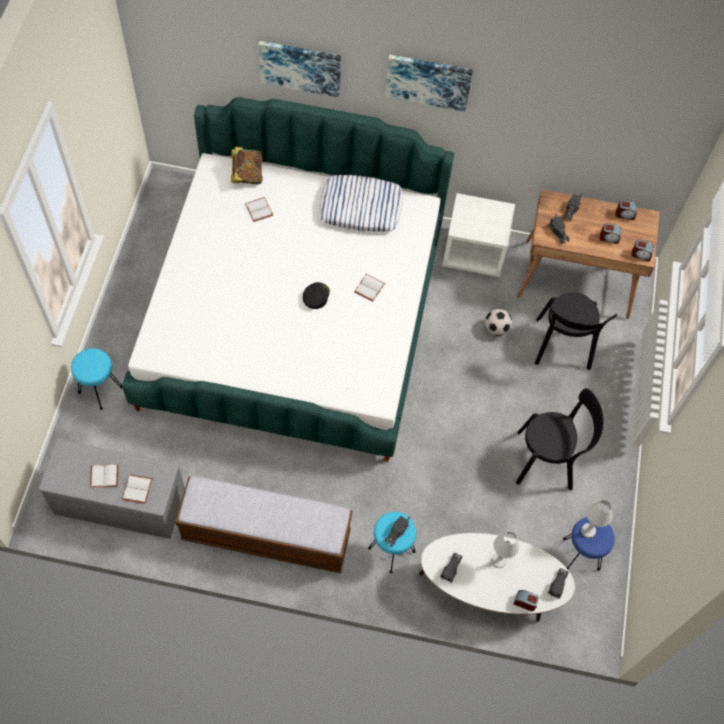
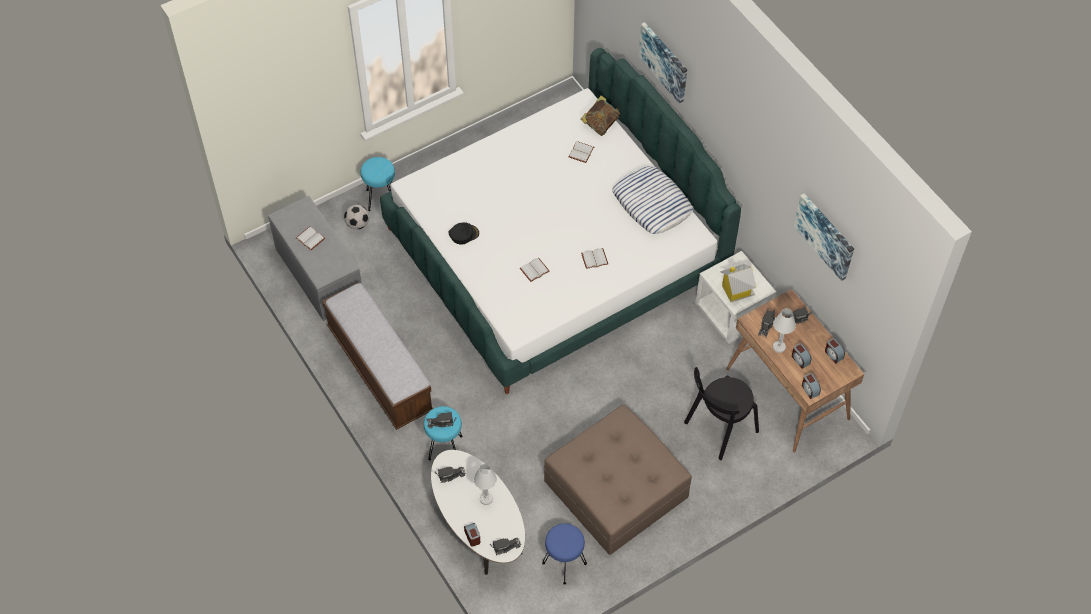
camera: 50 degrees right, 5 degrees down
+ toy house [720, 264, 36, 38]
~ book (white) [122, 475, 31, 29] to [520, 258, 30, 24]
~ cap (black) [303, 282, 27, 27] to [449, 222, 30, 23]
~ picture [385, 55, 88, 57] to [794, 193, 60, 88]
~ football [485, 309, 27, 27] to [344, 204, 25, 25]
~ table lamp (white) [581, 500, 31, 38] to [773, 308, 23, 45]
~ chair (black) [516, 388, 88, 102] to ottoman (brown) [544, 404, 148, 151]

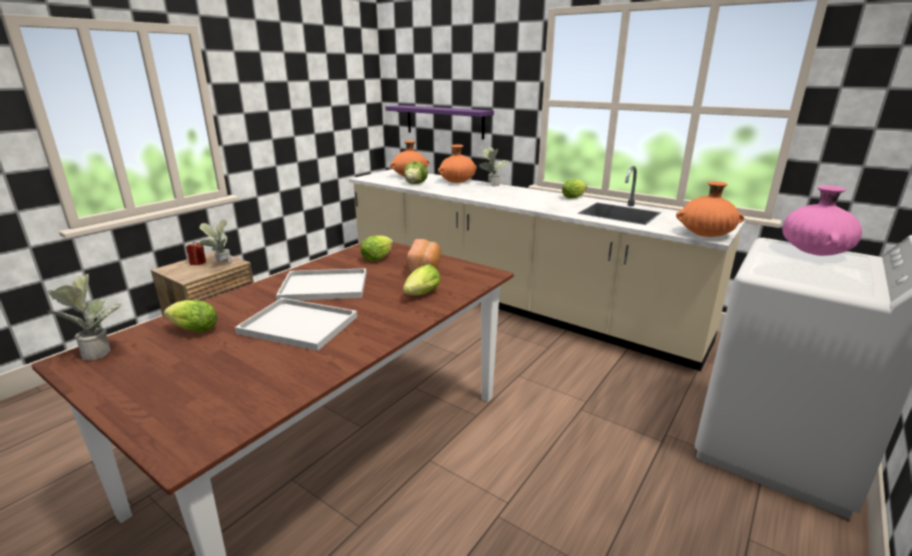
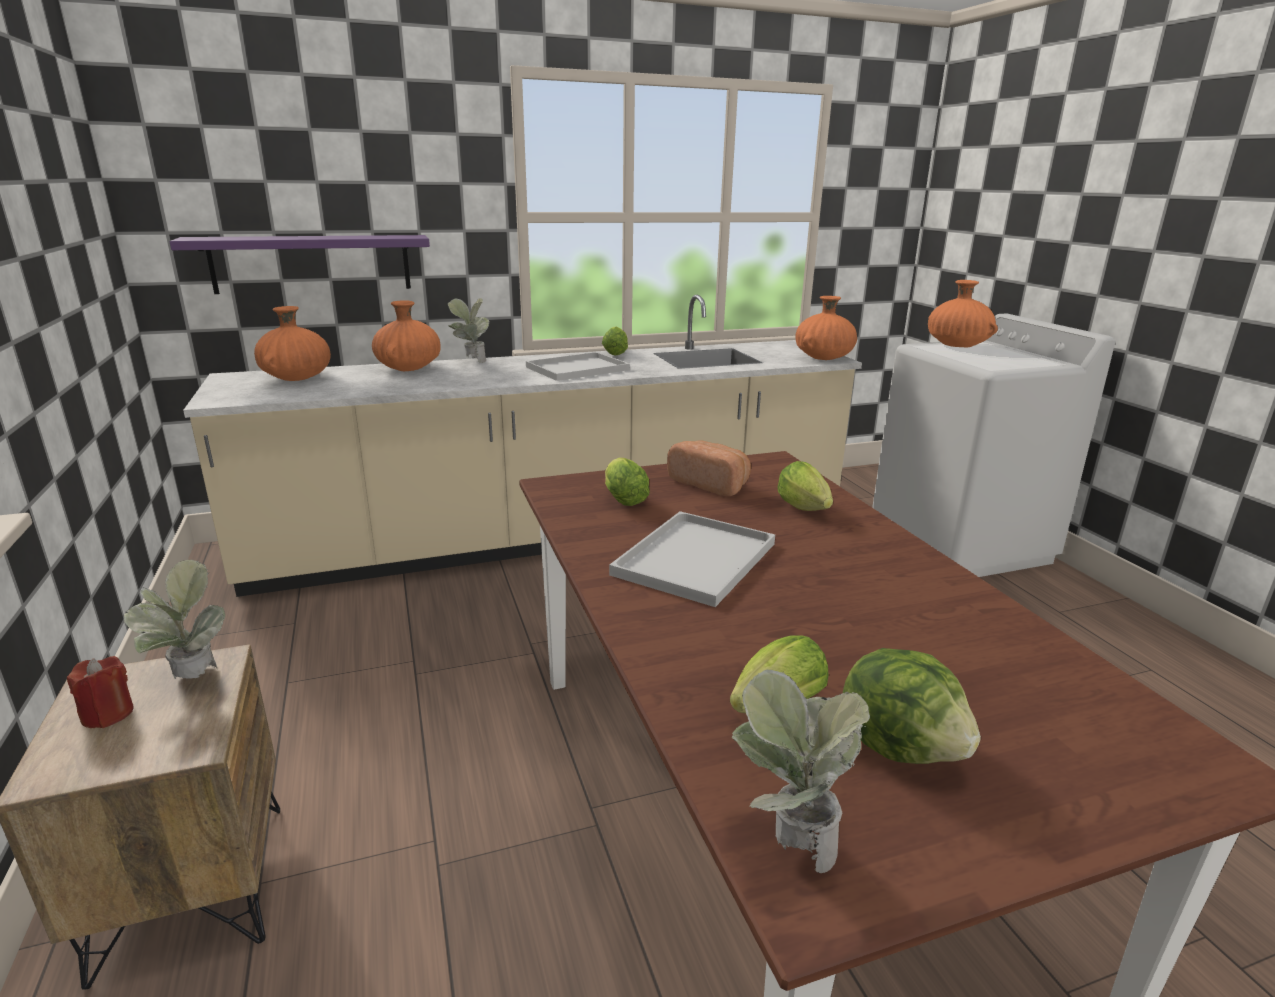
camera: 55 degrees left, 0 degrees up
~ tray (white) [235, 298, 122, 53] to [526, 352, 104, 29]
~ lettuce [404, 161, 24, 23] to [843, 648, 138, 116]
~ vase (pink) [782, 185, 80, 71] to vase (orange) [928, 280, 70, 67]

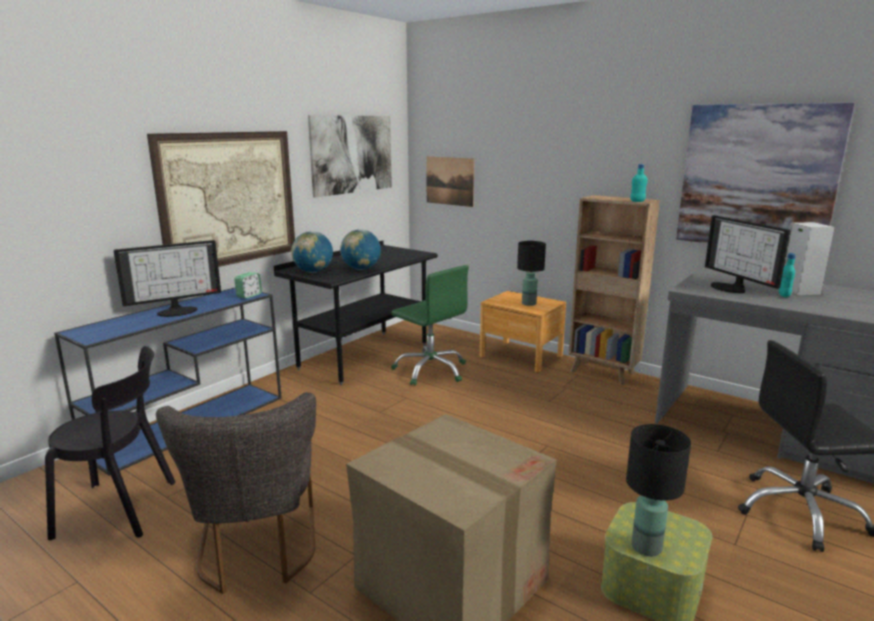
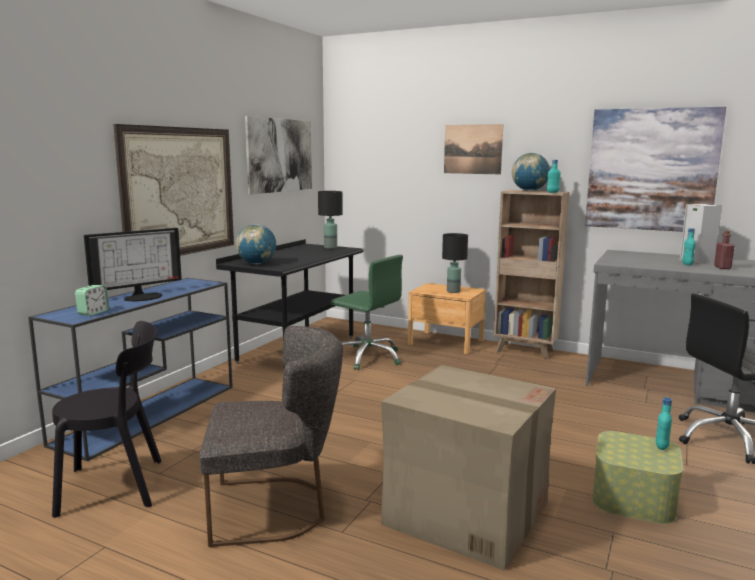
camera: 10 degrees left, 5 degrees down
- monitor [705, 215, 86, 78]
+ bottle (turquoise) [656, 398, 16, 52]
+ bottle (red) [714, 231, 21, 38]
~ alarm clock [234, 272, 28, 27] to [75, 285, 34, 31]
~ globe [340, 229, 41, 41] to [512, 153, 38, 38]
~ picture [426, 156, 49, 51] to [444, 124, 59, 51]
~ table lamp (black) [626, 424, 65, 133] to [318, 191, 25, 58]
~ chair (grey) [156, 392, 160, 202] = [199, 326, 144, 221] 75 degrees counterclockwise

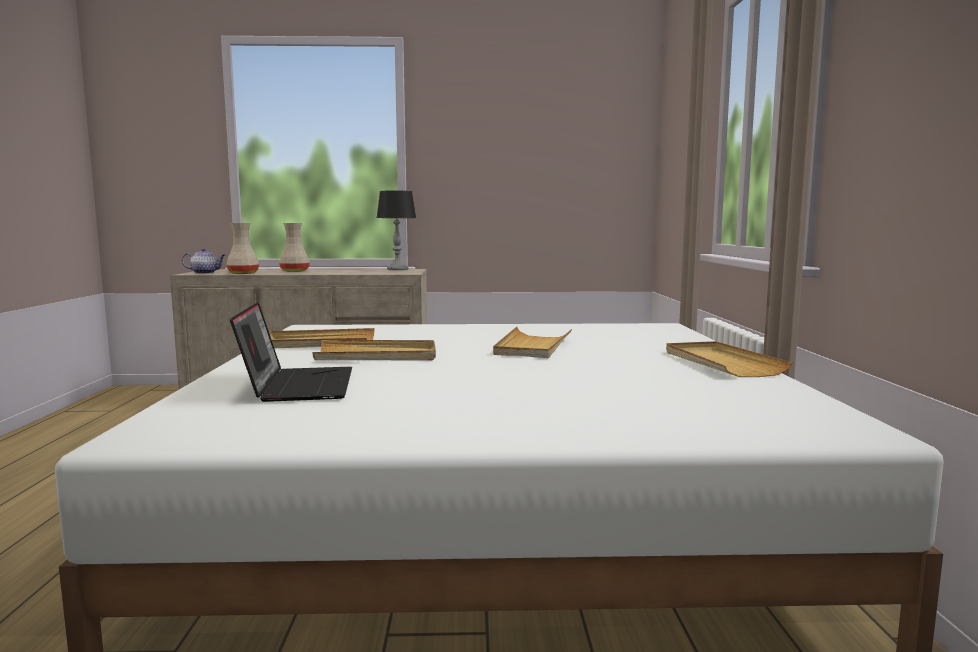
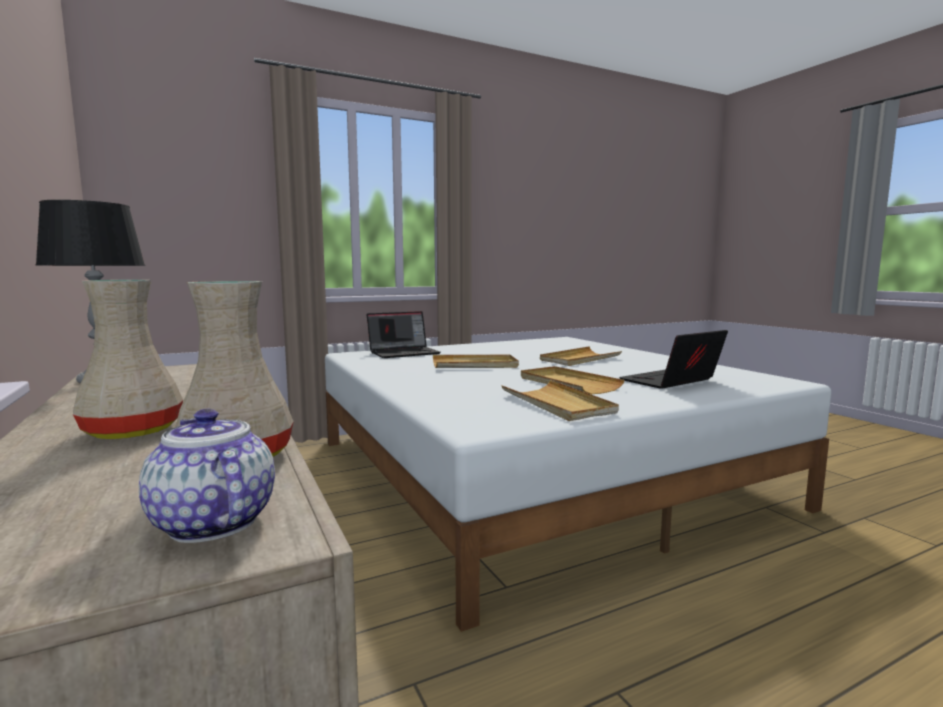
camera: 115 degrees left, 0 degrees up
+ laptop [366, 311, 75, 47]
~ tray (beige) [666, 341, 126, 36] to [540, 346, 82, 20]

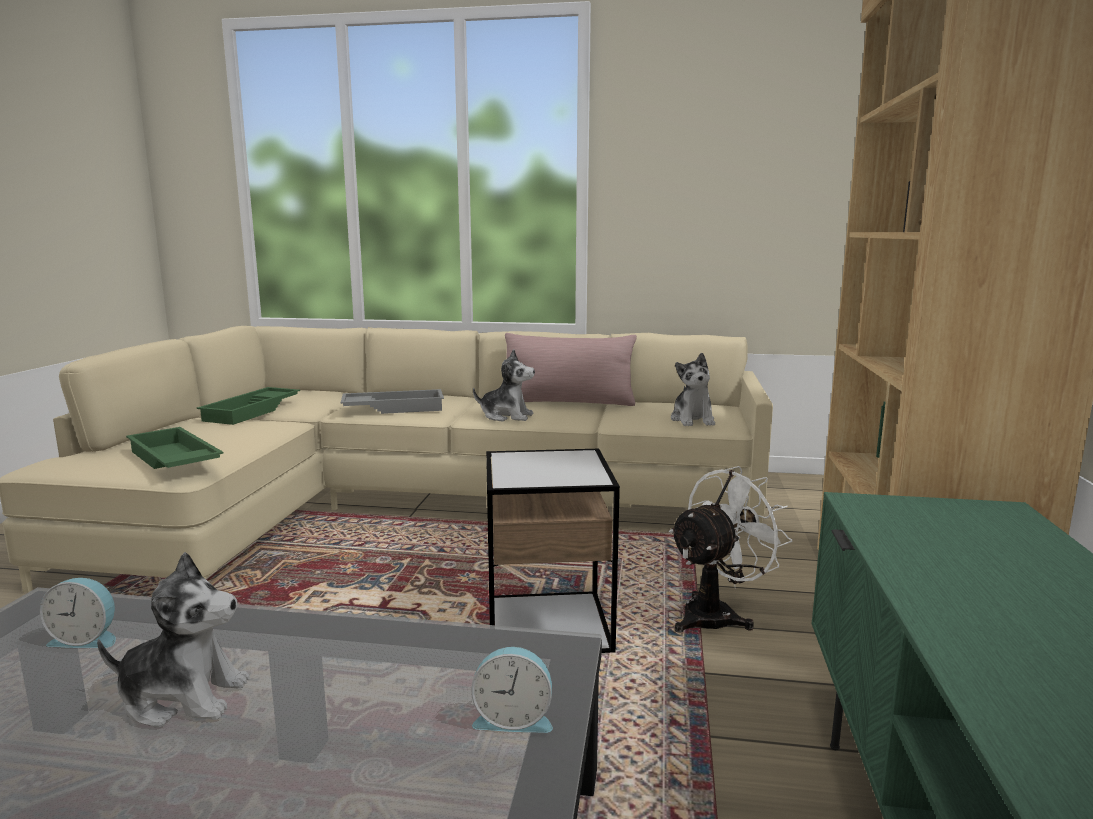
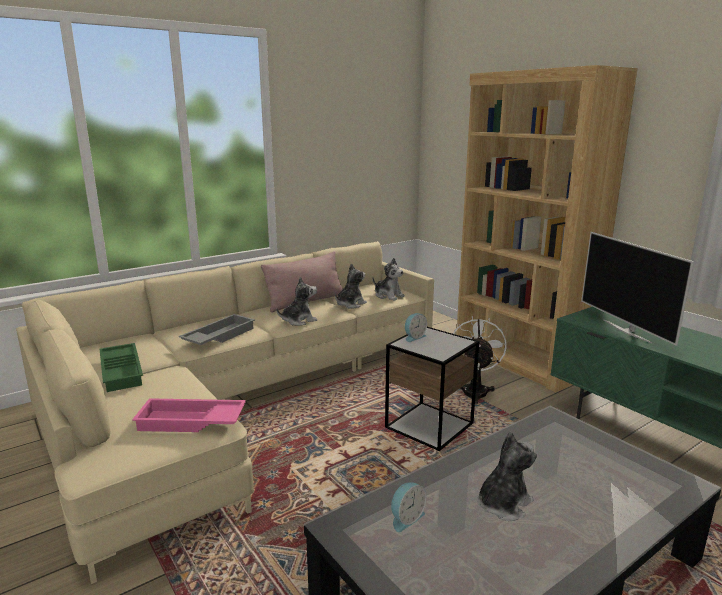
camera: 45 degrees left, 5 degrees up
+ plush toy [335, 263, 32, 46]
+ television [581, 232, 113, 114]
~ alarm clock [471, 647, 82, 86] to [405, 313, 22, 29]
~ tray (green) [126, 427, 98, 42] to tray (pink) [132, 398, 114, 34]

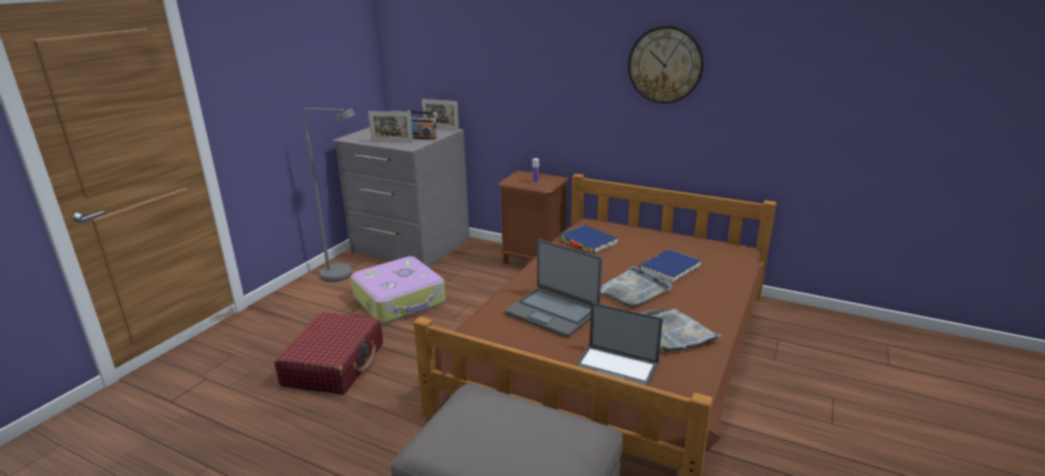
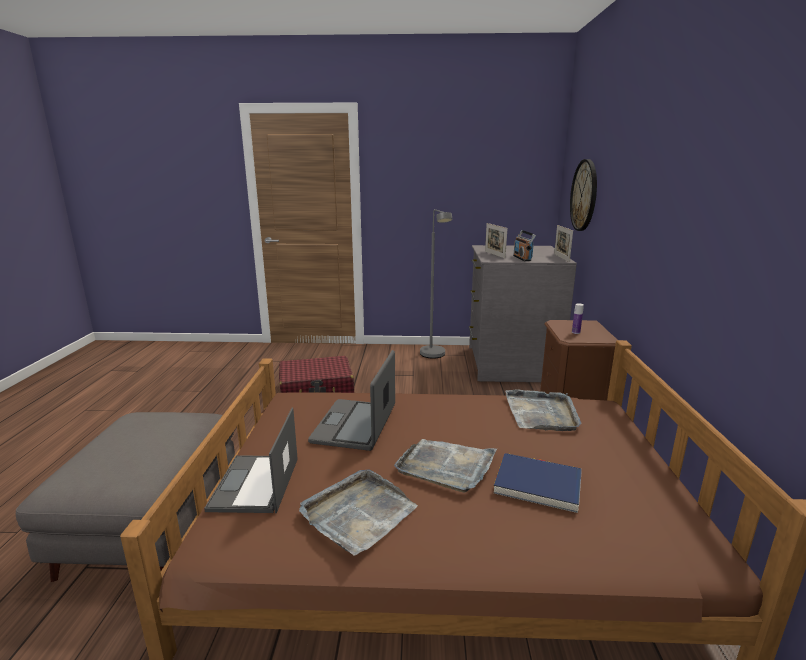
camera: 65 degrees right, 5 degrees down
- suitcase [351, 256, 95, 67]
~ wall clock [628, 26, 76, 78] to [570, 159, 27, 72]
~ book (blue) [559, 225, 59, 29] to tray (grey) [505, 389, 76, 42]

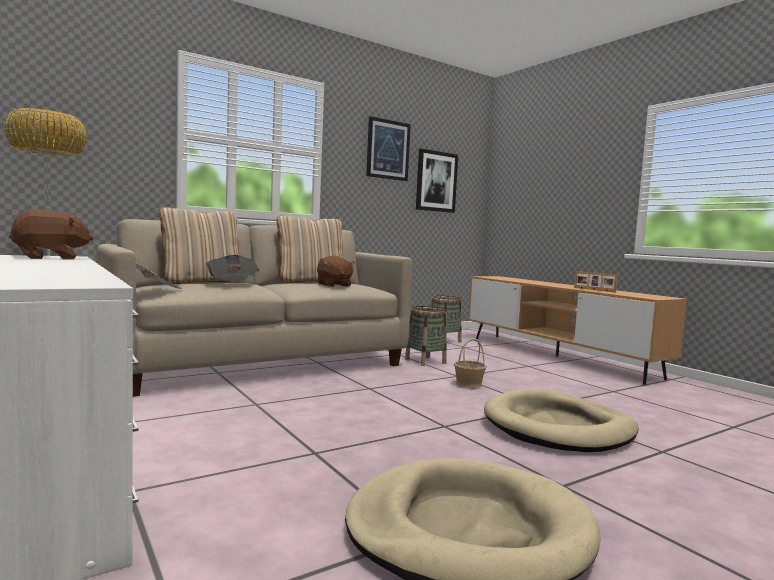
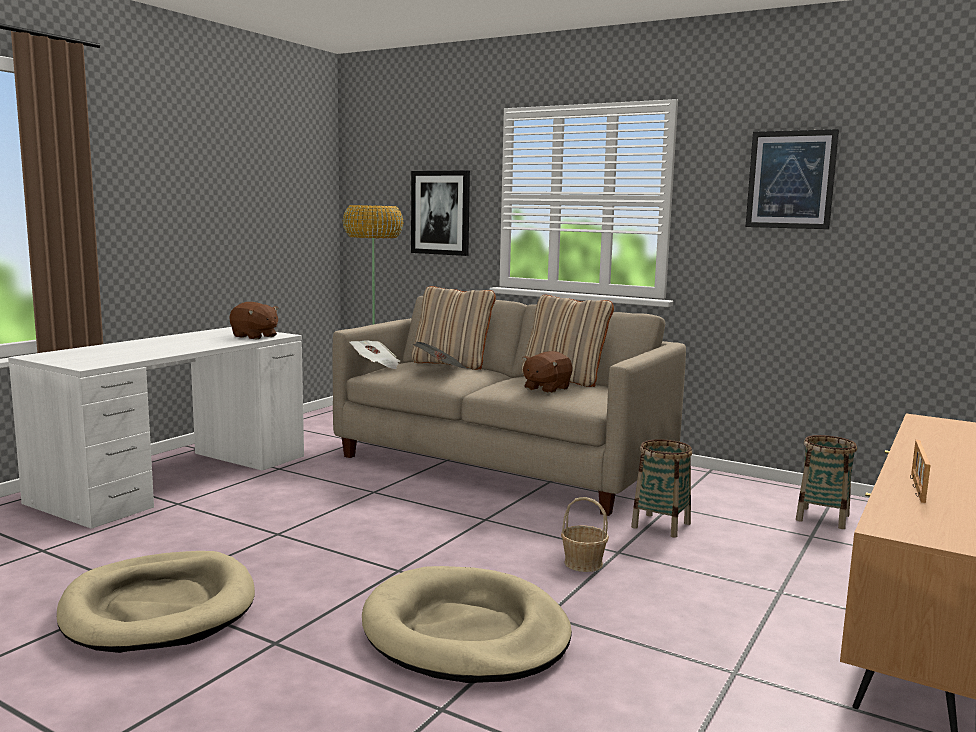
camera: 65 degrees right, 5 degrees up
~ picture [416, 149, 42, 64] to [411, 171, 59, 85]

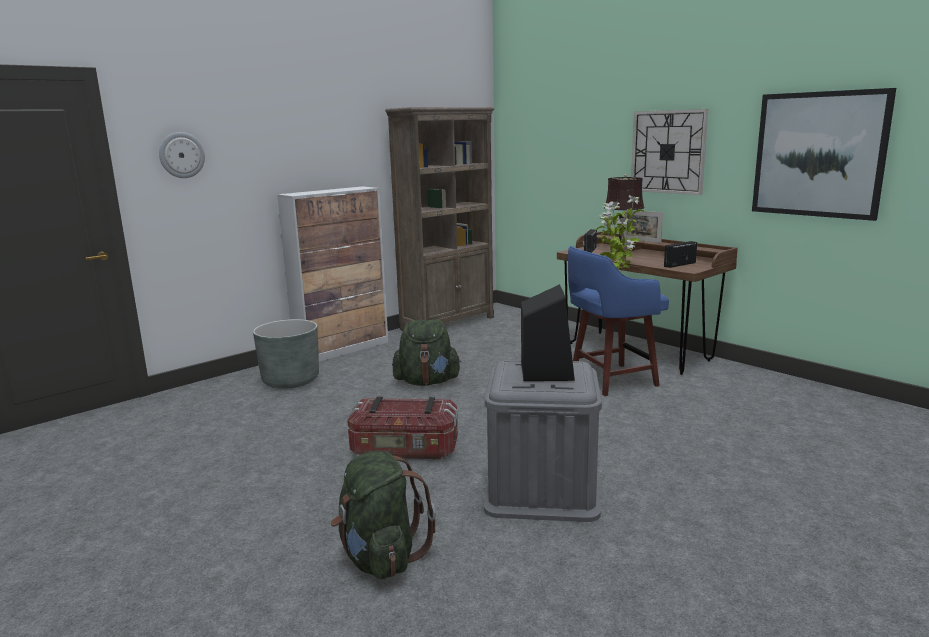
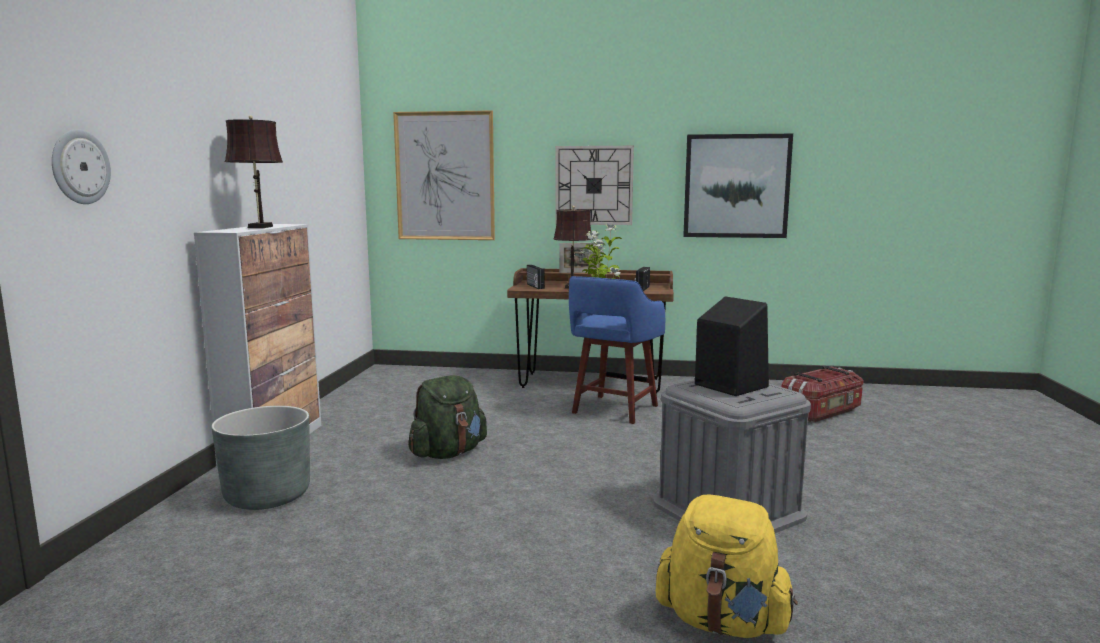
camera: 40 degrees left, 5 degrees down
- bookcase (brown) [385, 107, 109, 224]
+ table lamp (brown) [225, 115, 58, 113]
+ picture [393, 110, 102, 130]
~ storage box [347, 397, 111, 62] to [782, 366, 82, 56]
~ backpack (green) [331, 450, 105, 130] to backpack (yellow) [656, 494, 142, 144]

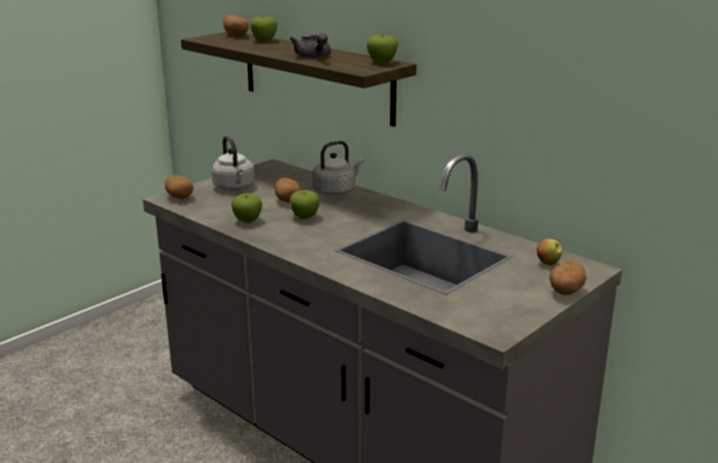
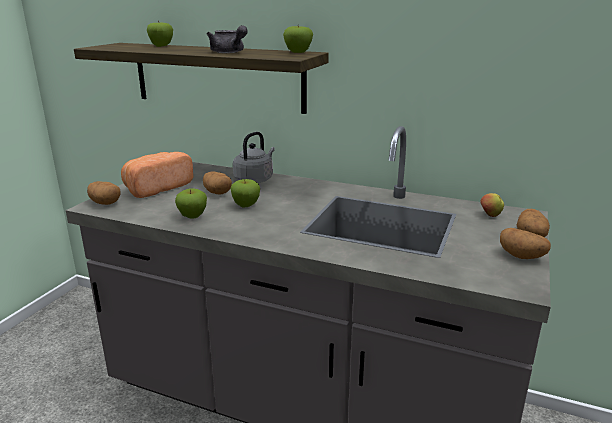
camera: 20 degrees left, 0 degrees up
~ potato [223, 15, 26, 21] to [500, 228, 51, 31]
~ kettle (grey) [211, 136, 44, 55] to bread [121, 152, 72, 46]

